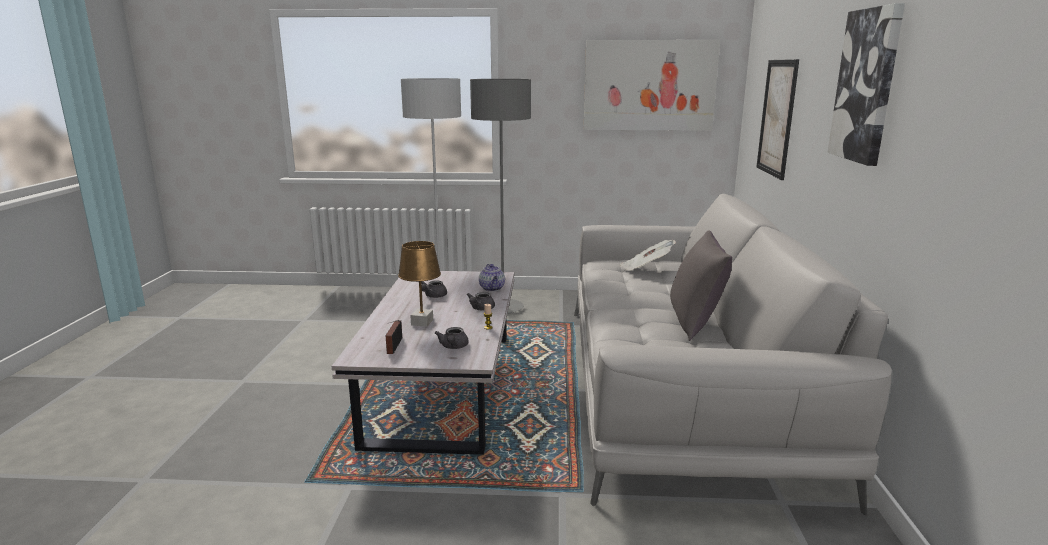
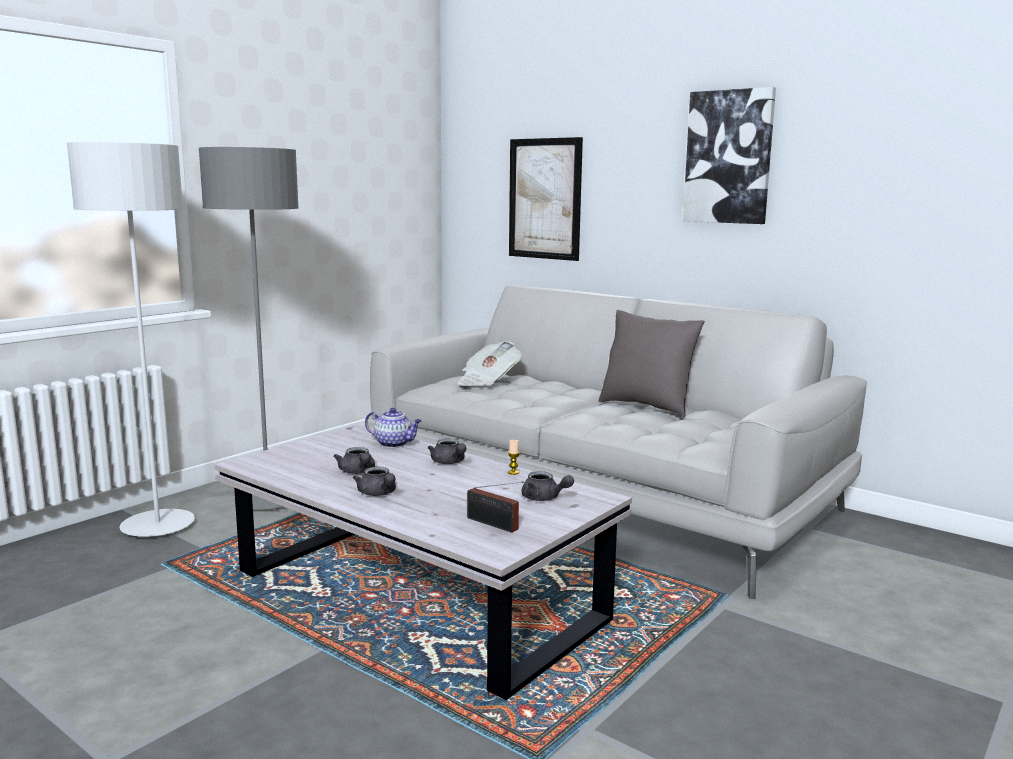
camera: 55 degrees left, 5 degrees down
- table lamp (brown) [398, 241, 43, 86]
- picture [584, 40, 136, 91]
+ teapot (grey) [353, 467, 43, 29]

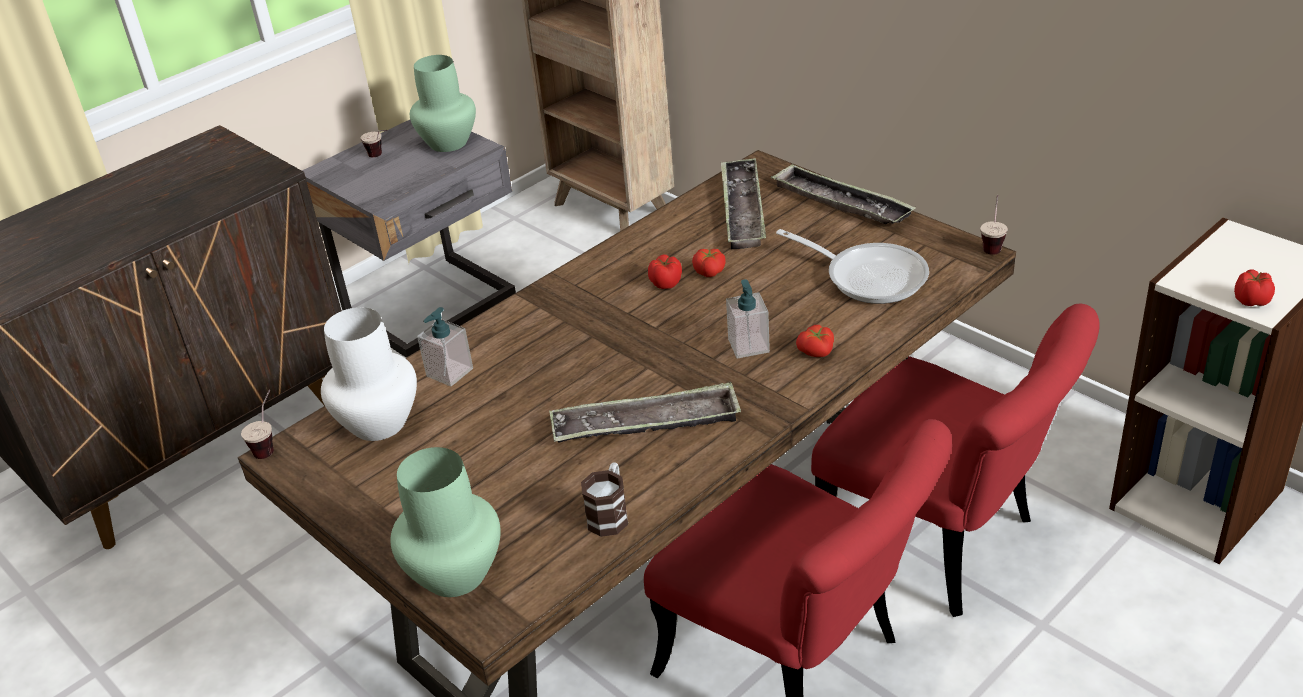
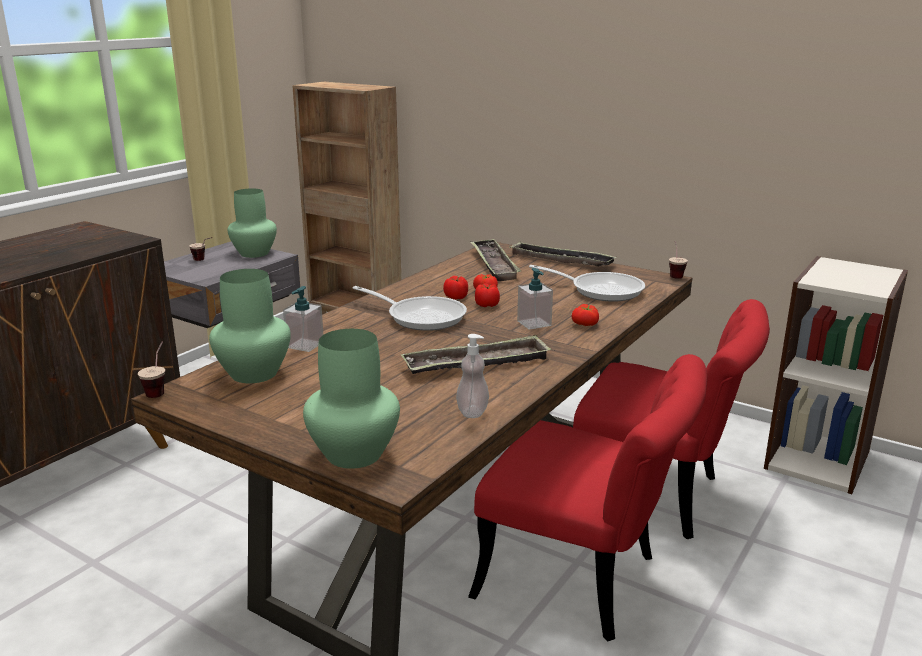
camera: 15 degrees left, 15 degrees down
+ frying pan [353, 286, 114, 45]
~ tomato [1234, 269, 41, 37] to [475, 283, 25, 24]
~ mug [581, 463, 47, 74] to soap dispenser [456, 334, 33, 84]
~ vase (white) [321, 307, 96, 134] to vase (green) [209, 269, 82, 114]

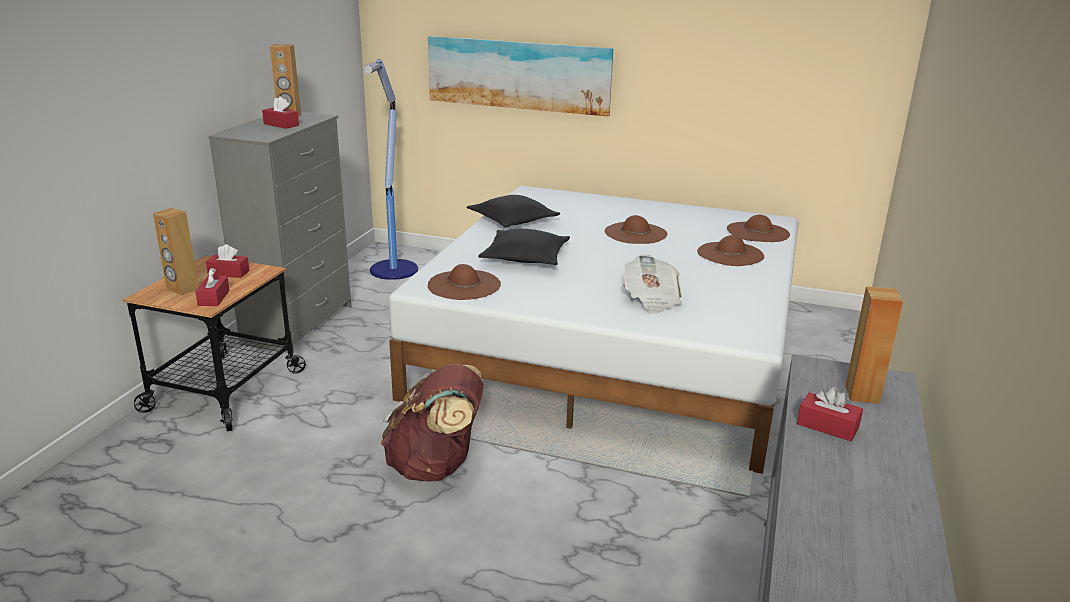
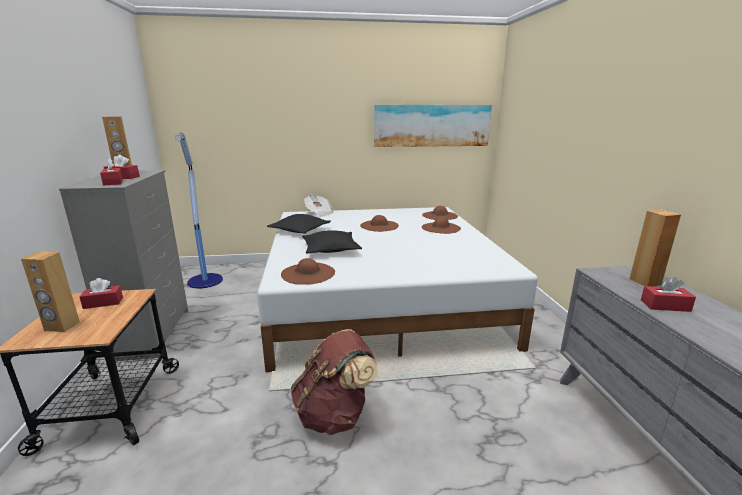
camera: 25 degrees left, 5 degrees down
~ tissue box (red) [195, 268, 35, 38] to [100, 158, 23, 28]
~ picture [428, 36, 185, 80] to [374, 105, 118, 42]
~ newspaper [623, 254, 59, 60] to [304, 194, 29, 23]

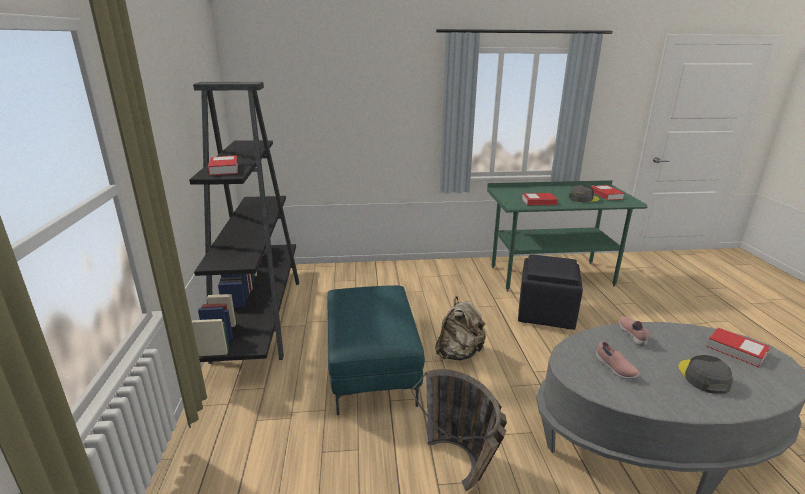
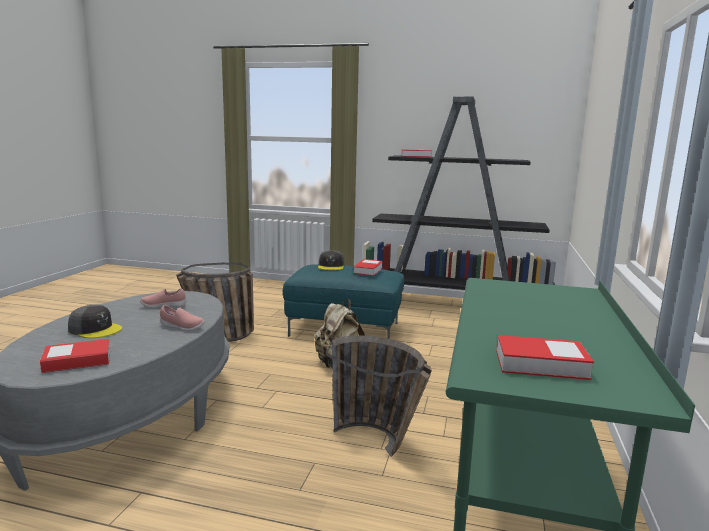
camera: 110 degrees right, 10 degrees down
~ book [522, 193, 36, 12] to [353, 259, 30, 17]
~ cap (grey) [568, 185, 31, 17] to [318, 250, 26, 20]
~ ottoman (black) [518, 255, 65, 75] to basket [326, 335, 106, 122]

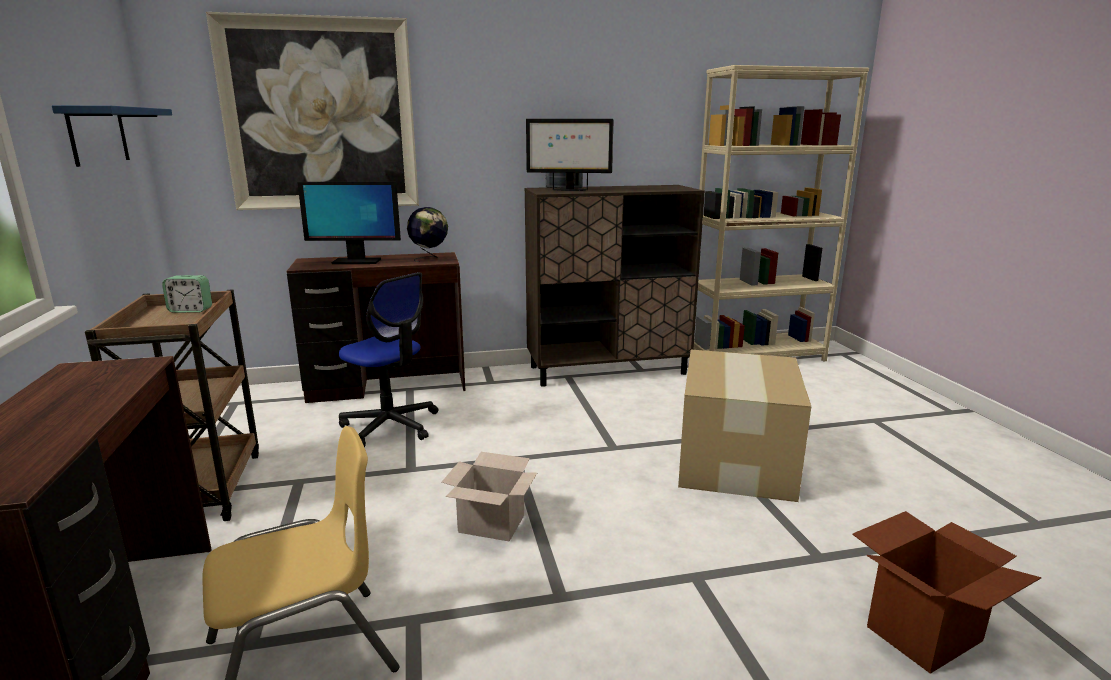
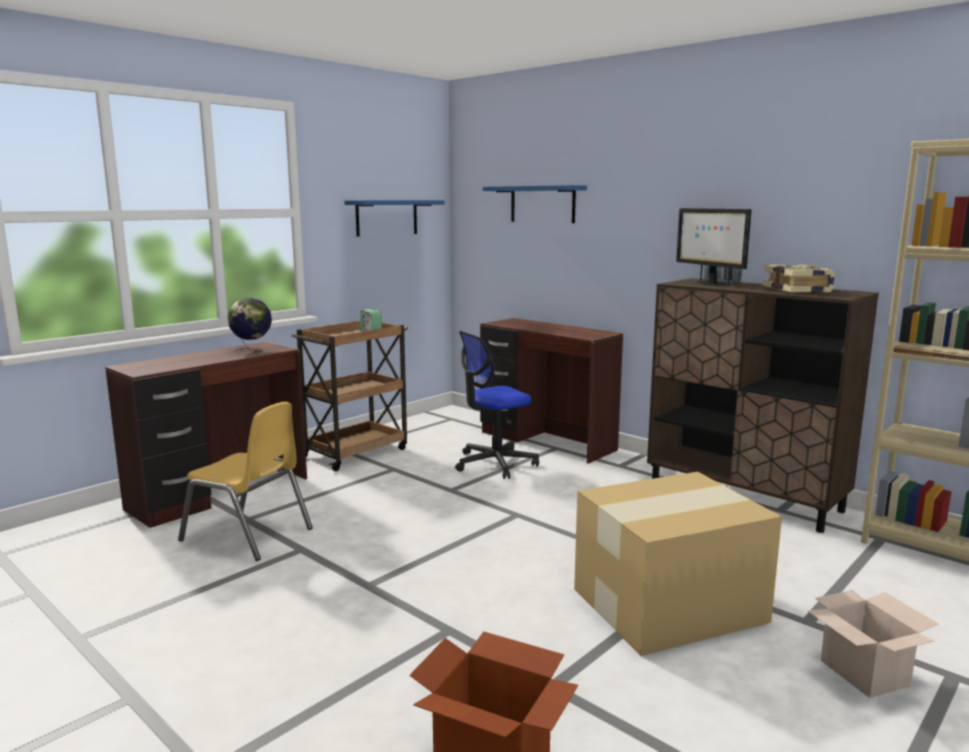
camera: 55 degrees right, 5 degrees down
- monitor [297, 182, 104, 82]
+ book [763, 265, 73, 28]
~ globe [407, 207, 41, 55] to [227, 298, 45, 54]
~ cardboard box [441, 452, 96, 89] to [808, 590, 131, 108]
~ picture [206, 12, 213, 198] to shelf (blue) [483, 185, 104, 38]
~ office chair [339, 272, 99, 175] = [455, 331, 84, 148] 60 degrees clockwise

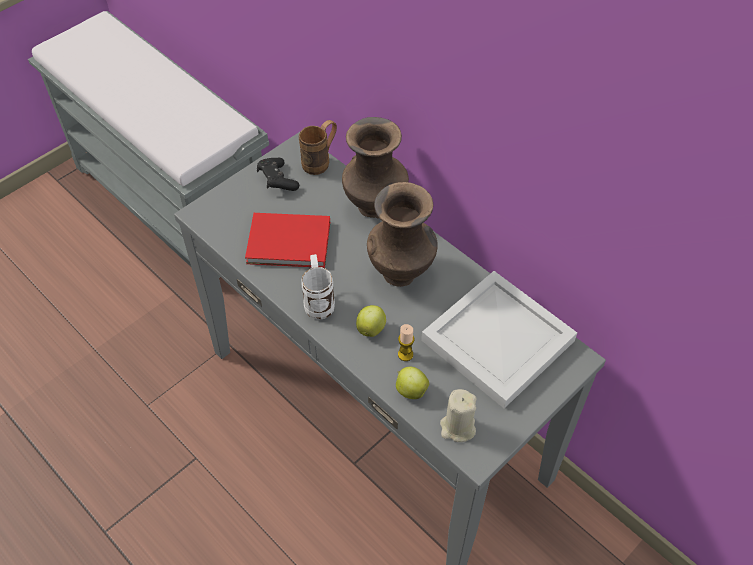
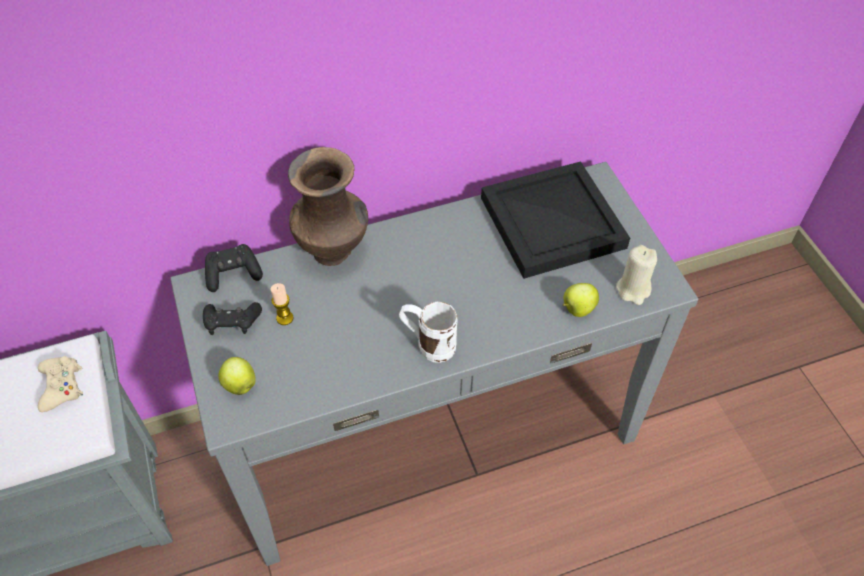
camera: 65 degrees left, 0 degrees up
- book (red) [245, 213, 85, 55]
- vase (brown) [367, 182, 71, 105]
+ game controller (beige) [38, 356, 45, 56]
~ apple [356, 305, 30, 32] to [218, 357, 38, 38]
~ candle [398, 324, 16, 37] to [270, 283, 24, 42]
~ mug (brown) [299, 120, 38, 55] to game controller (black) [205, 244, 58, 48]
~ tray (white) [421, 271, 156, 137] to tray (black) [481, 161, 149, 118]

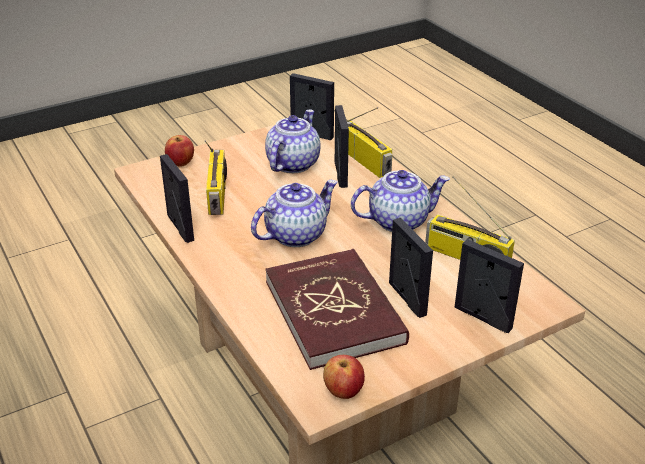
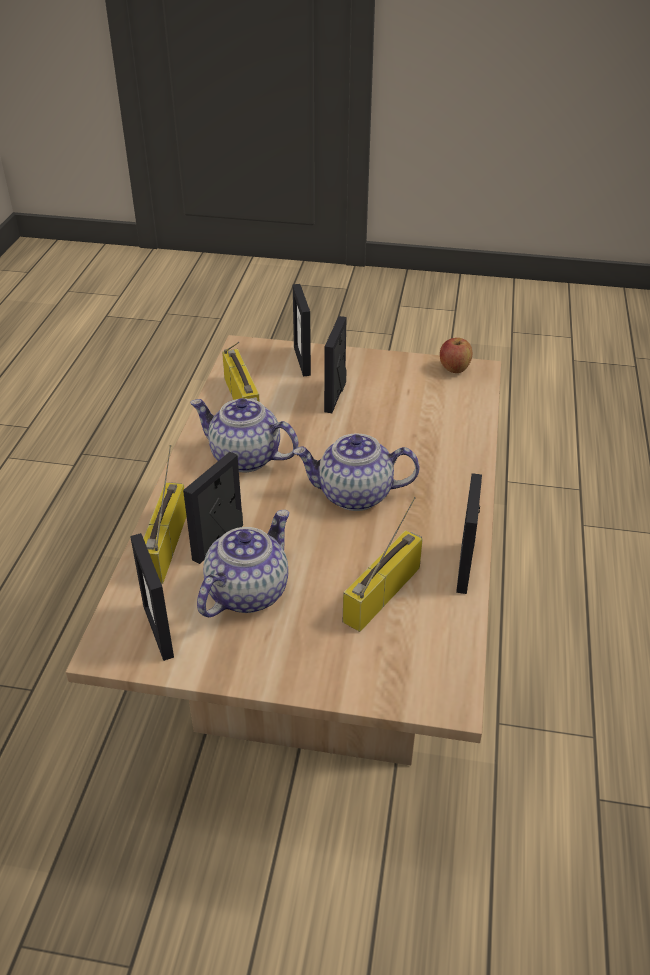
camera: 140 degrees left, 5 degrees up
- apple [165, 135, 29, 31]
- book (red) [265, 249, 144, 121]
~ teapot [265, 110, 56, 63] = [197, 510, 92, 107] 150 degrees clockwise

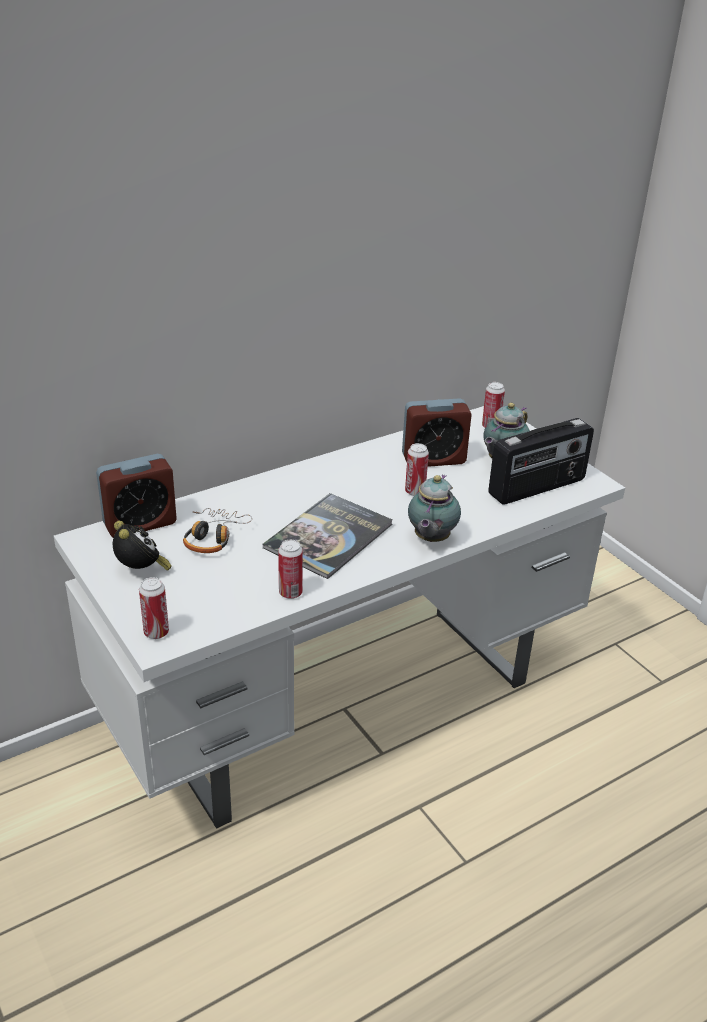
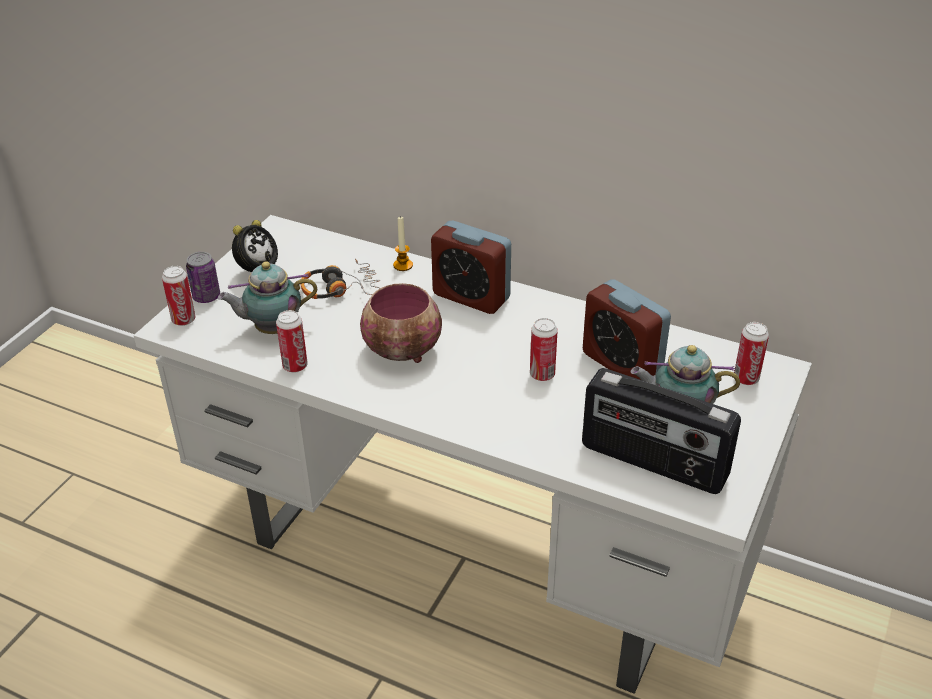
camera: 60 degrees right, 5 degrees up
+ can [186, 252, 34, 51]
+ candle [393, 216, 20, 55]
~ alarm clock [96, 454, 81, 84] to [431, 221, 80, 93]
~ teapot [408, 475, 53, 67] to [218, 261, 99, 73]
~ book [263, 493, 129, 86] to bowl [360, 283, 82, 80]

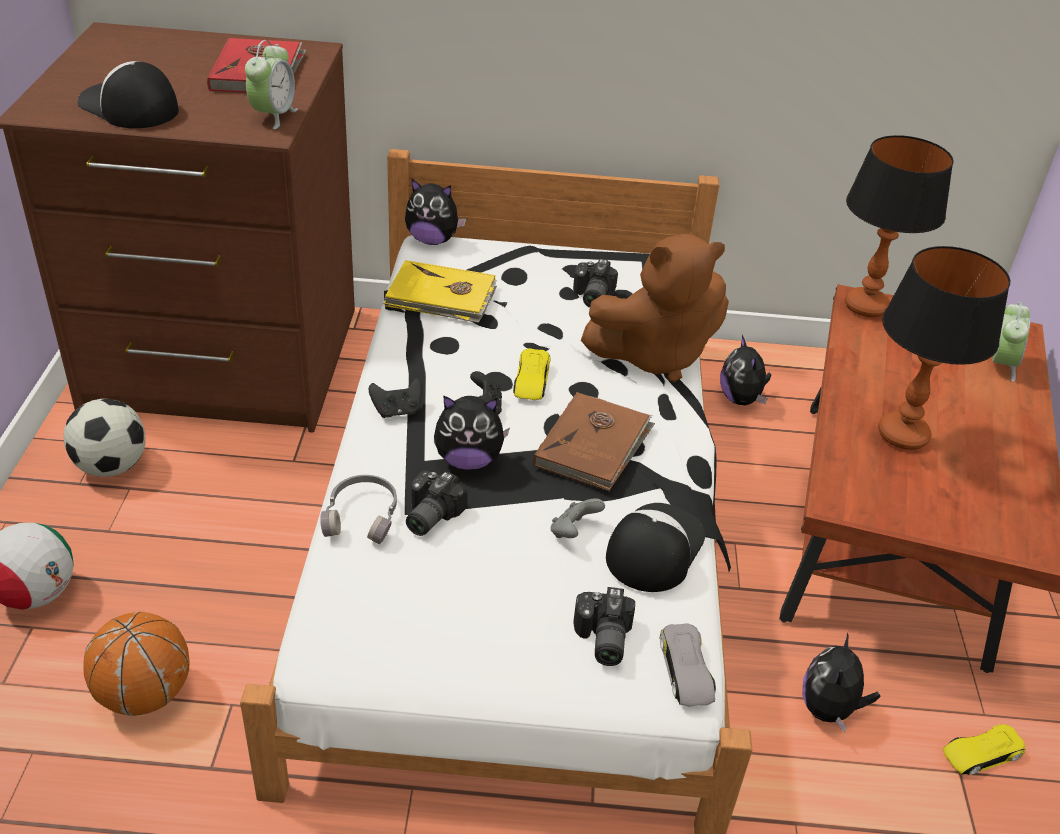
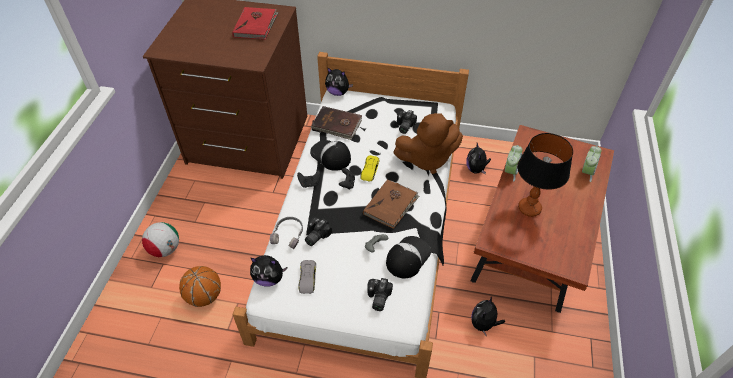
camera: 10 degrees right, 10 degrees up
- football [63, 399, 83, 78]
- table lamp [845, 135, 108, 182]
- toy car (yellow) [943, 724, 83, 51]
~ cap [77, 61, 102, 67] to [310, 140, 41, 31]
~ alarm clock [245, 40, 53, 89] to [505, 145, 17, 36]
~ plush toy [434, 396, 76, 74] to [250, 255, 37, 32]
~ toy car (grey) [659, 623, 57, 84] to [298, 260, 18, 34]
~ book (yellow) [383, 260, 114, 63] to book (brown) [311, 106, 51, 34]

